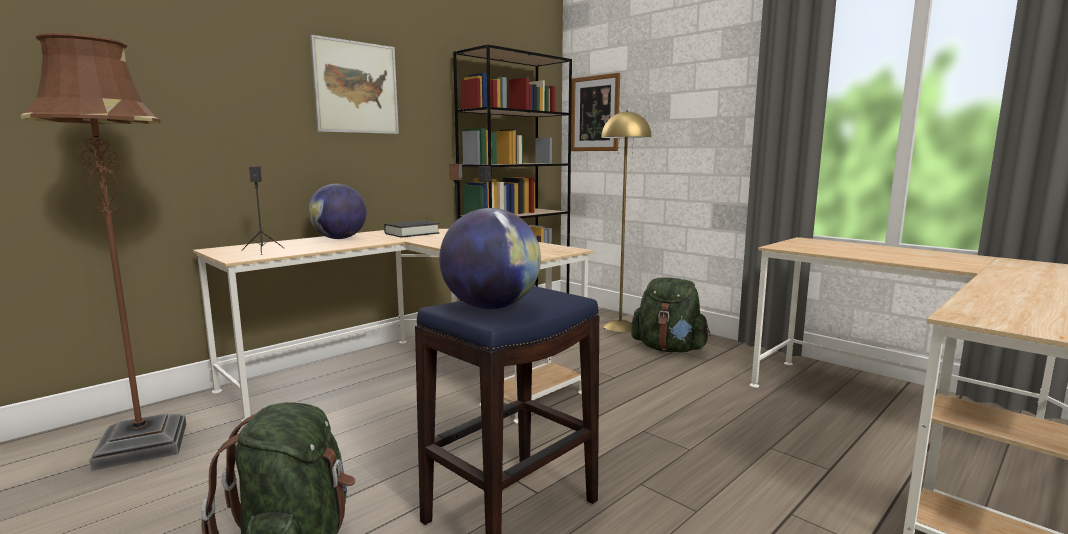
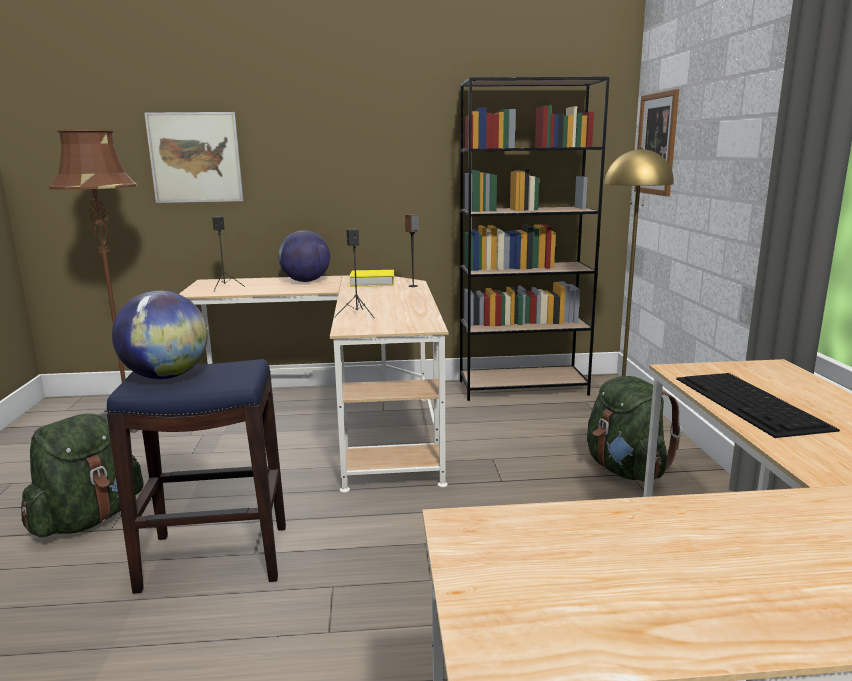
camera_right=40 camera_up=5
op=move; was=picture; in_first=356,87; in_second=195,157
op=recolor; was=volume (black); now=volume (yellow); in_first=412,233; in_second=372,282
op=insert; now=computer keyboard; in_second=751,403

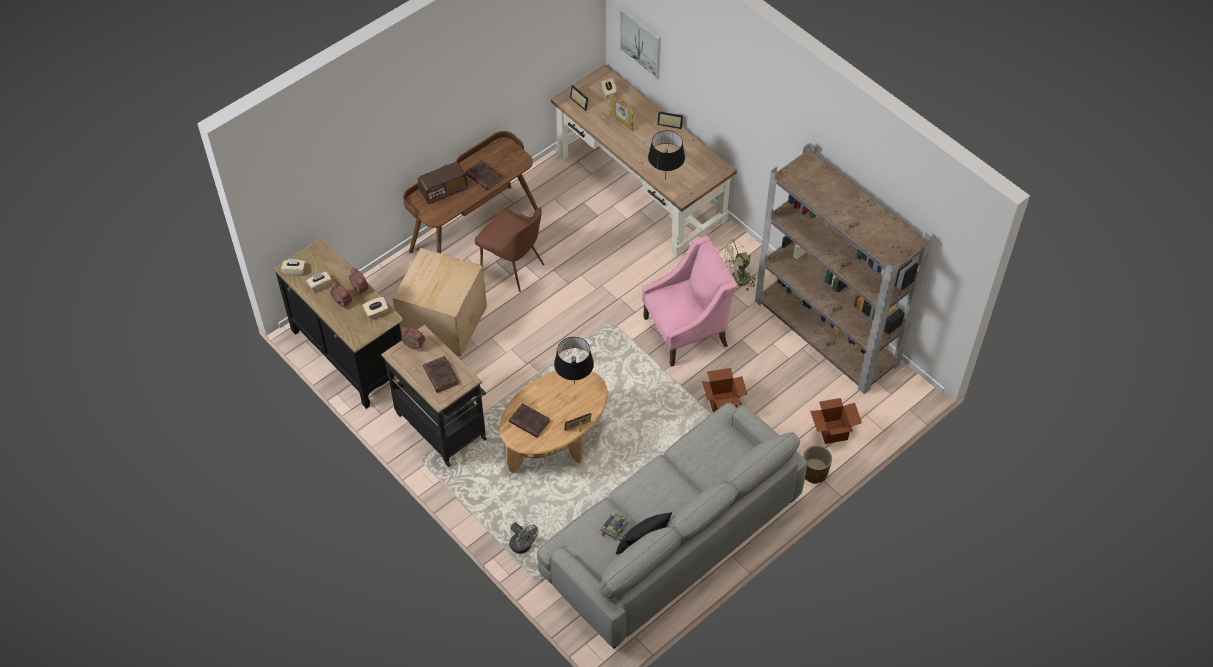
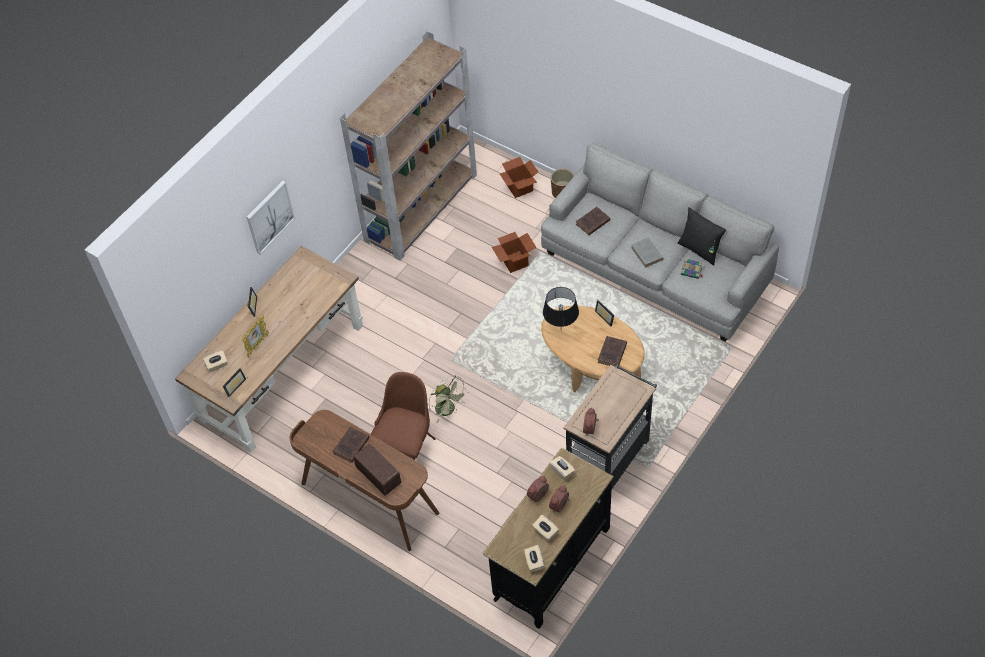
camera_right=-100 camera_up=0
op=move; was=picture; in_first=641,43; in_second=269,216
op=move; was=electric fan (green); in_first=736,281; in_second=448,410
op=move; was=volume (brown-coloured); in_first=440,375; in_second=592,223
op=insert; now=volume (greyish); in_second=647,254
op=delete; was=cardboard box; in_first=442,322
op=delete; was=electric fan (greyish); in_first=523,546
op=delete; was=easy chair (pink-coloured); in_first=686,331
op=delete; was=table lamp (black); in_first=665,179

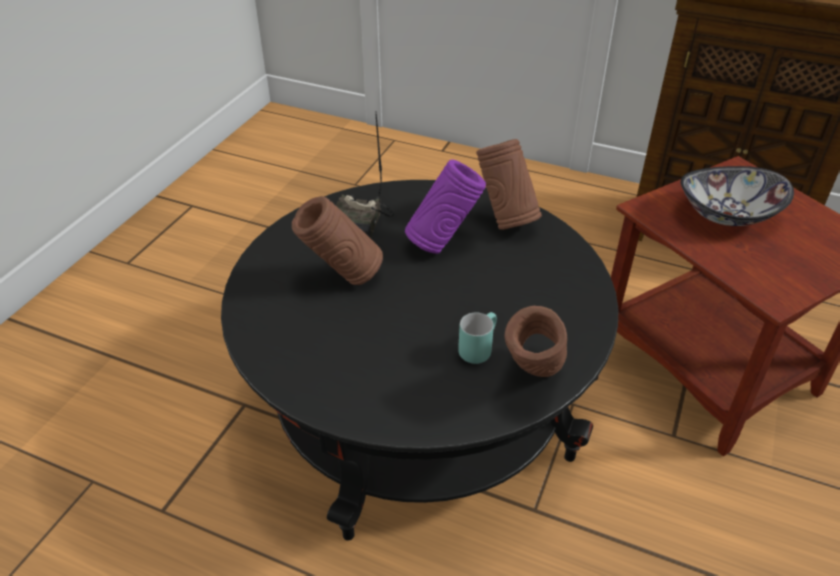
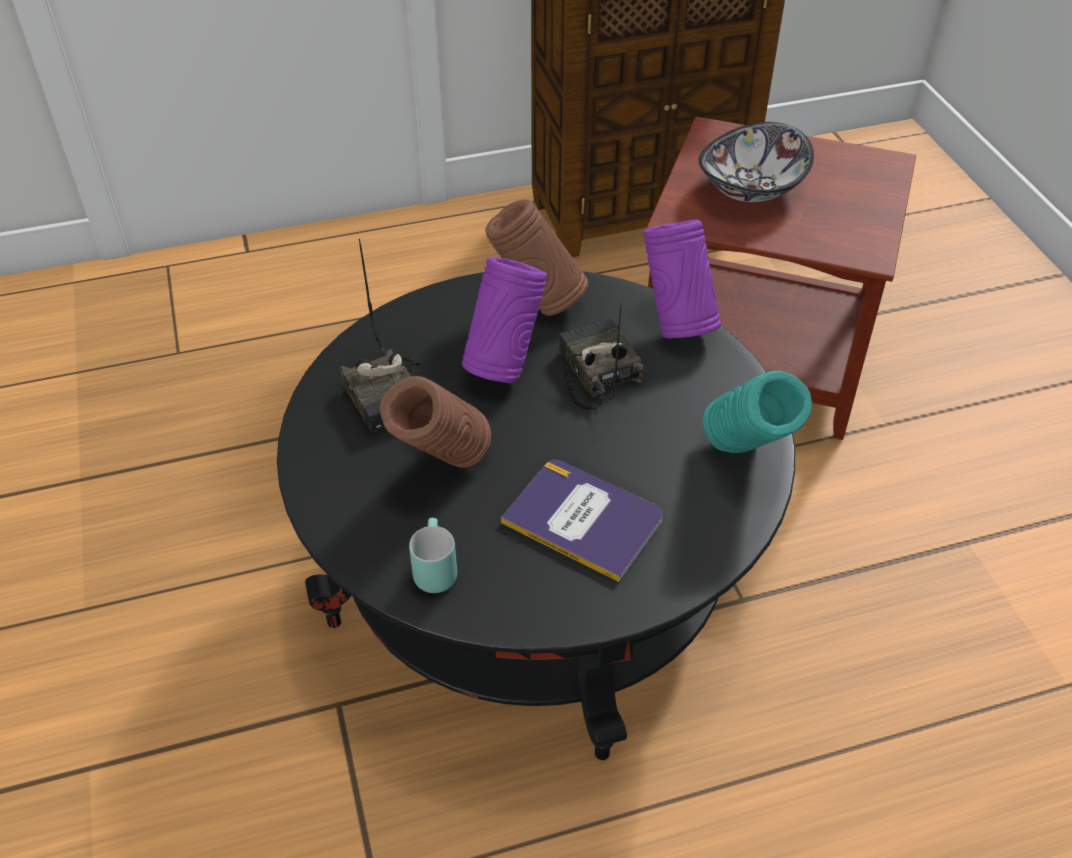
camera_right=-40 camera_up=5
op=move; was=coffee mug (turquoise-coloured); in_first=477,348; in_second=432,569
op=insert; now=volume; in_second=584,519
op=insert; now=radio receiver; in_second=595,372
op=insert; now=vase (purplish); in_second=676,324
op=recolor; was=vase (brown-coloured); now=vase (turquoise-coloured); in_first=532,381; in_second=745,459

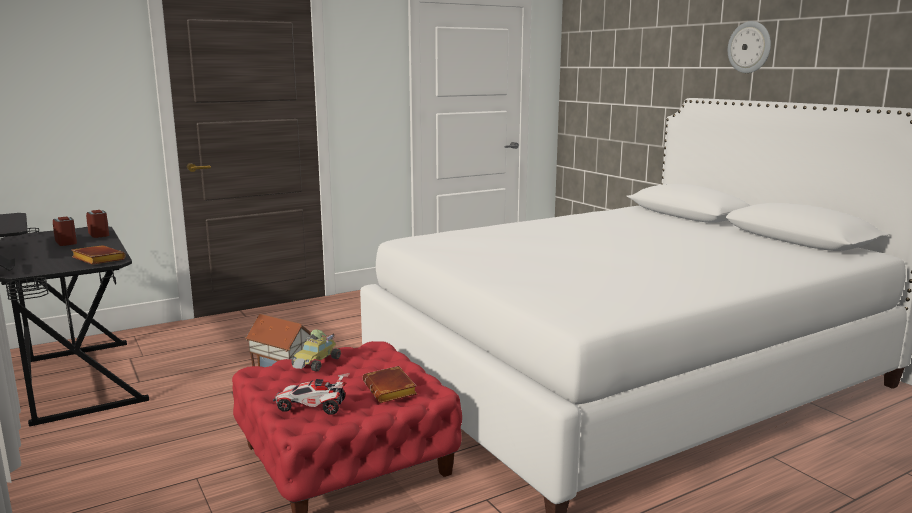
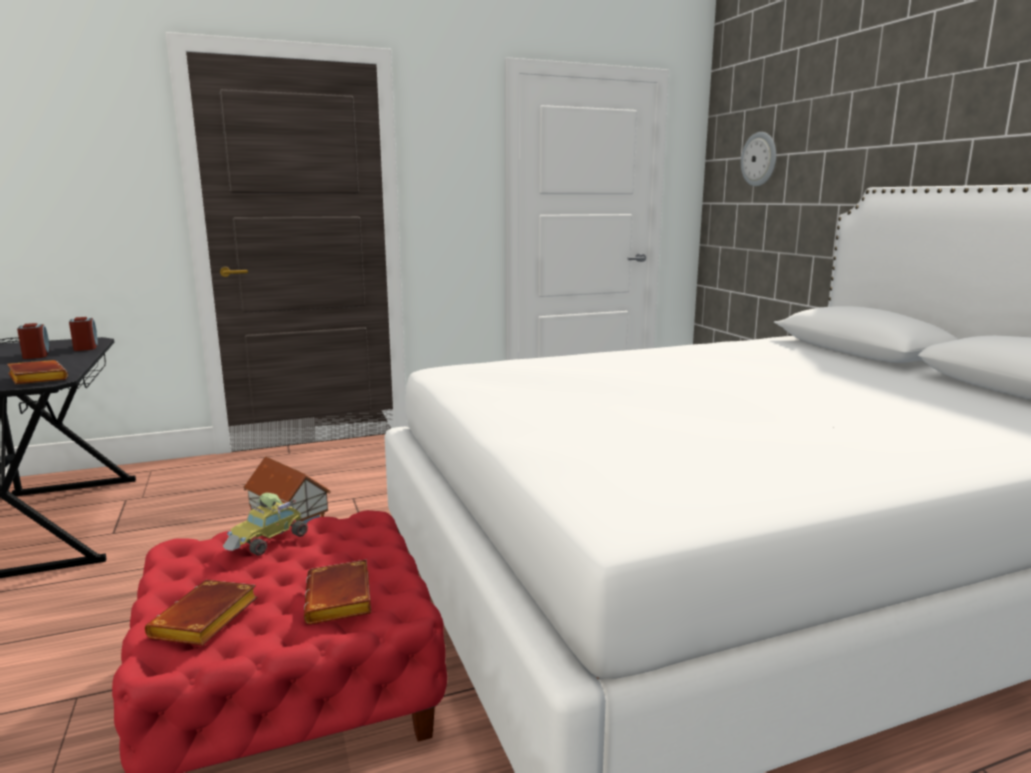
camera_right=10 camera_up=0
op=replace; was=model car; now=volume (brown-coloured); in_first=312,407; in_second=205,622
op=move; was=hanging clock; in_first=749,47; in_second=759,159

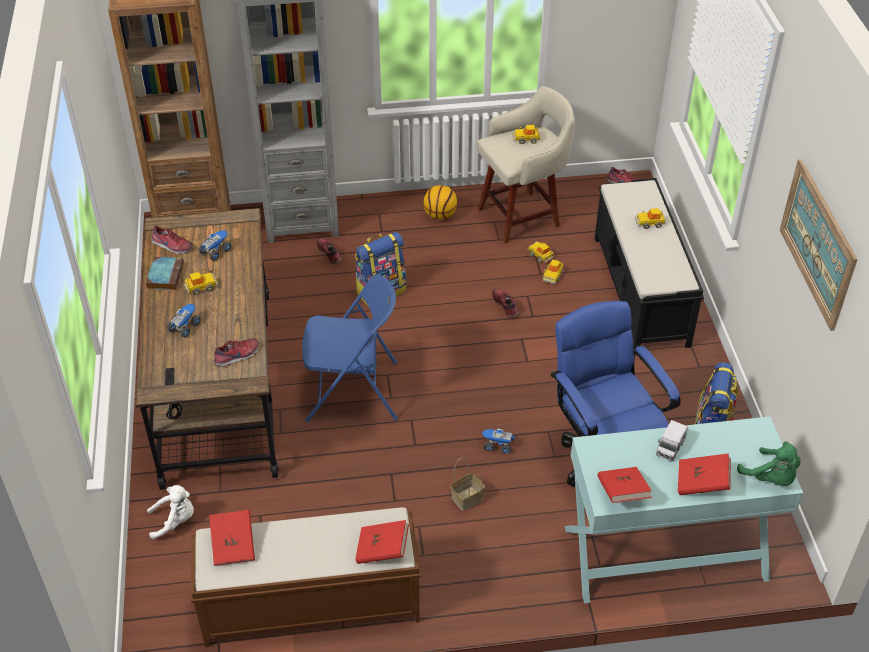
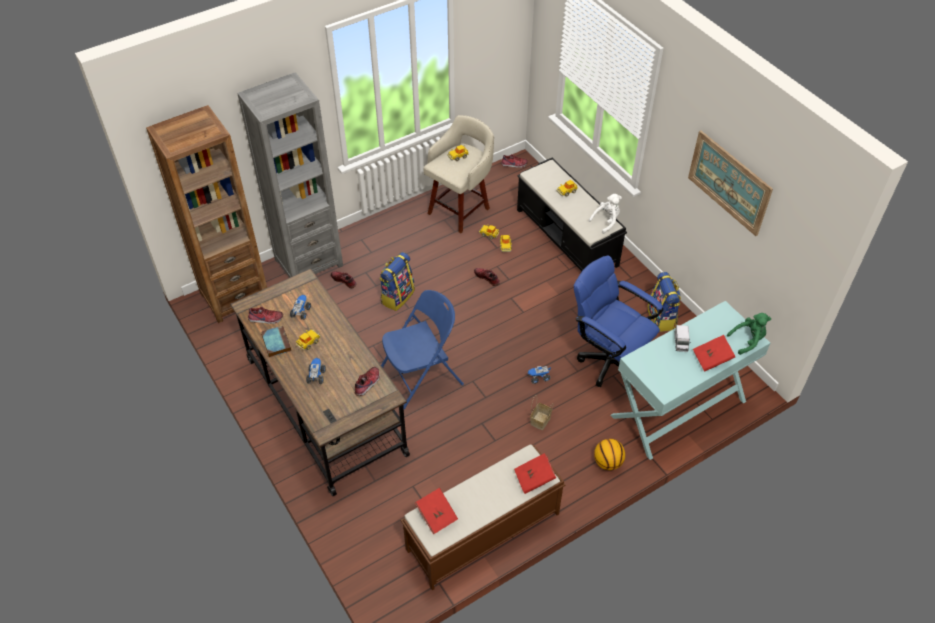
camera_right=-25 camera_up=5
op=move; was=cuddly toy (white-coloured); in_first=175,521; in_second=606,221
op=move; was=ball for basketball; in_first=440,215; in_second=608,462
op=rotate; was=cuddly toy (green); in_first=770,478; in_second=748,340; clockwise=-45
op=delete; was=volume (red); in_first=622,493

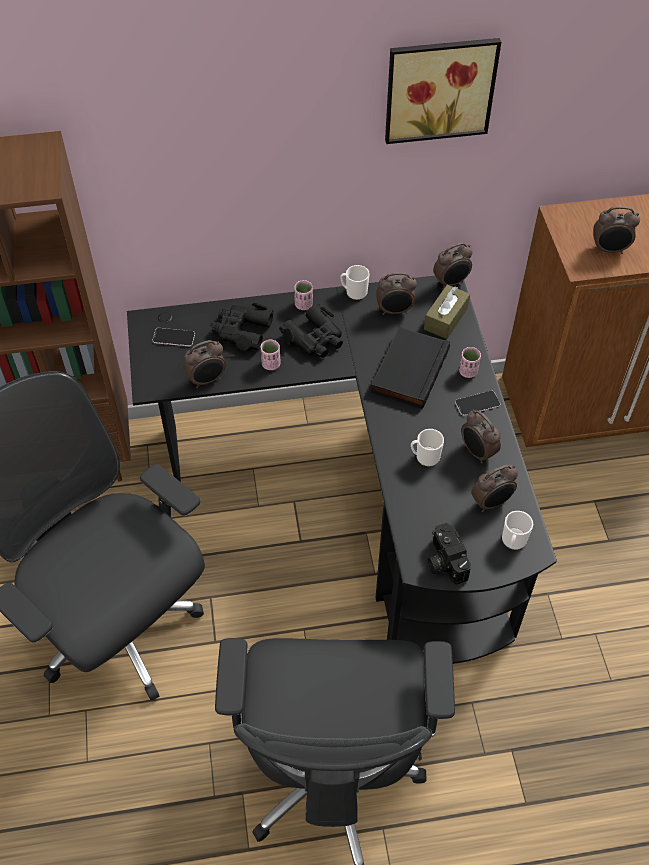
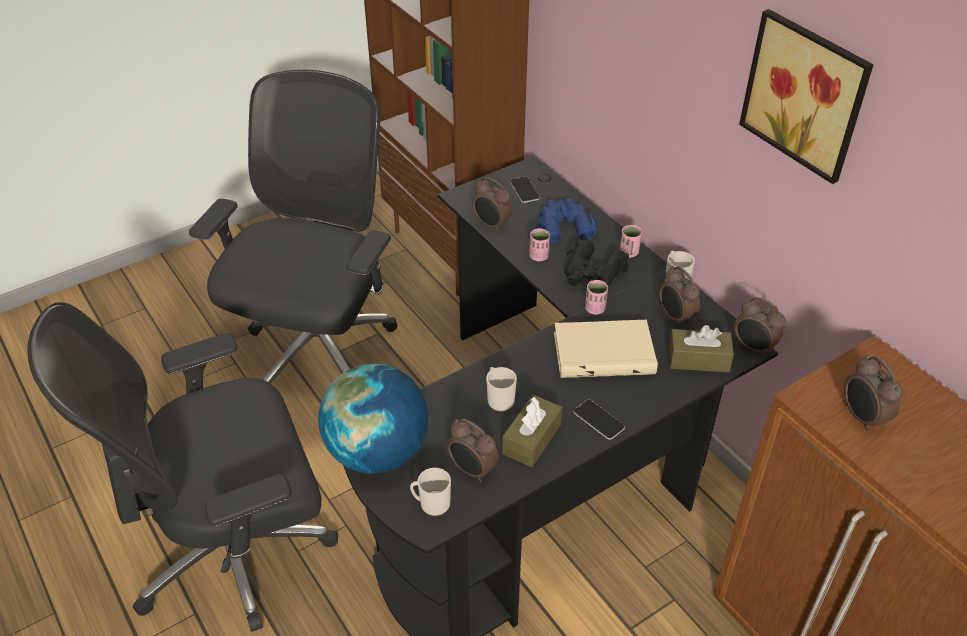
camera_right=65 camera_up=-10
op=replace; was=photo camera; now=world globe; in_first=443,561; in_second=377,452
op=replace; was=bedside clock; now=tissue holder (brown-coloured); in_first=477,452; in_second=531,439
op=recolor; was=binoculars (black); now=binoculars (blue-coloured); in_first=242,331; in_second=564,226
op=recolor; was=volume (black); now=volume (beige); in_first=408,370; in_second=604,351
op=move; was=drinking cup (pink-coloured); in_first=468,372; in_second=595,309

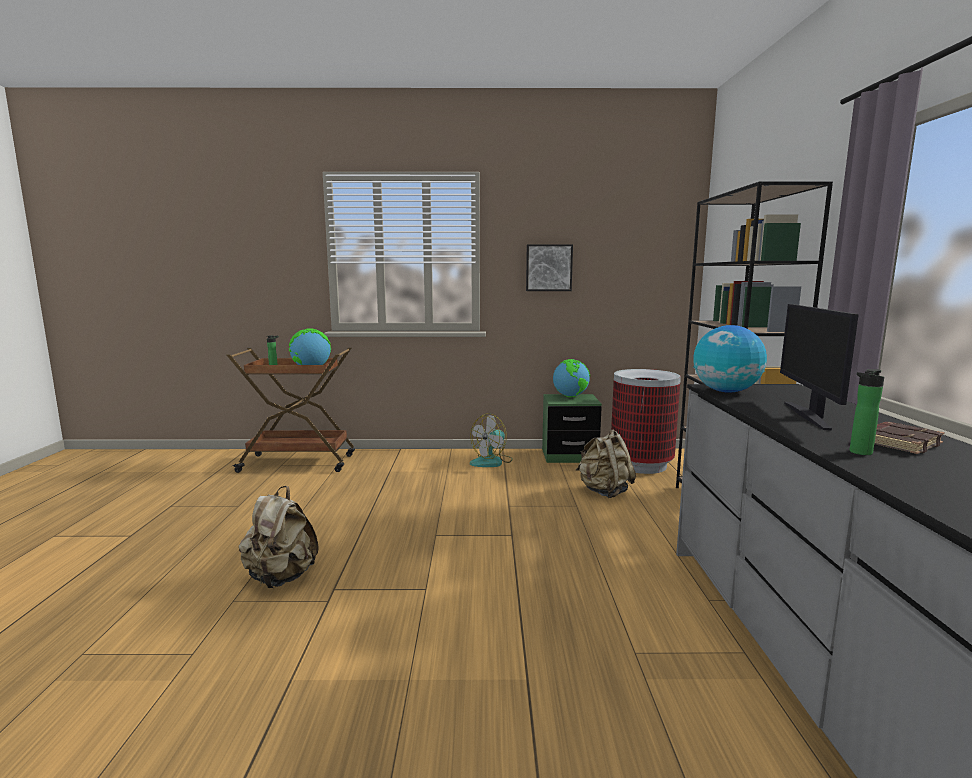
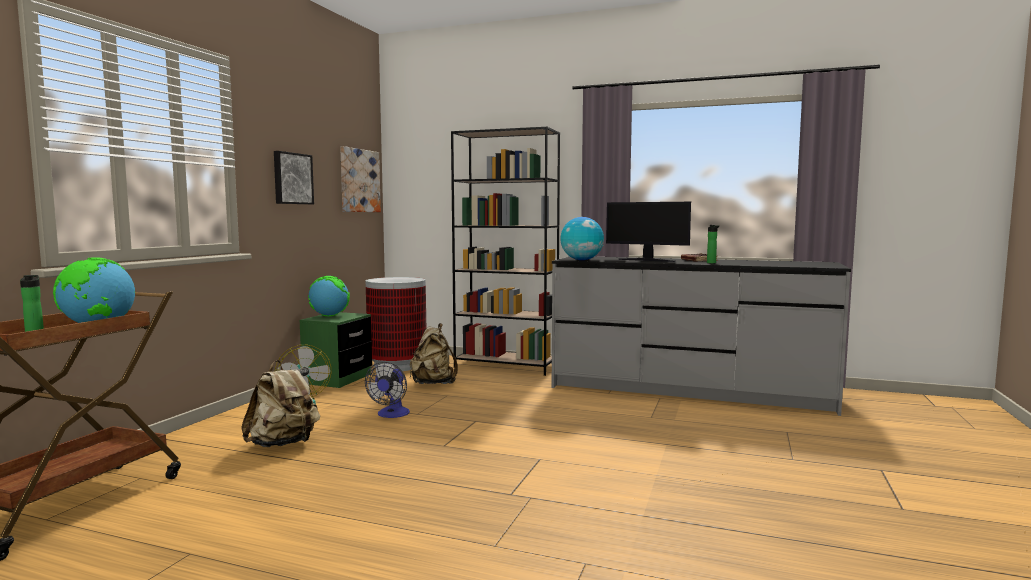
camera_right=-70 camera_up=-5
op=move; was=knapsack (beige); in_first=281,578; in_second=283,444
op=insert; now=picture; in_second=359,181
op=insert; now=electric fan; in_second=391,414

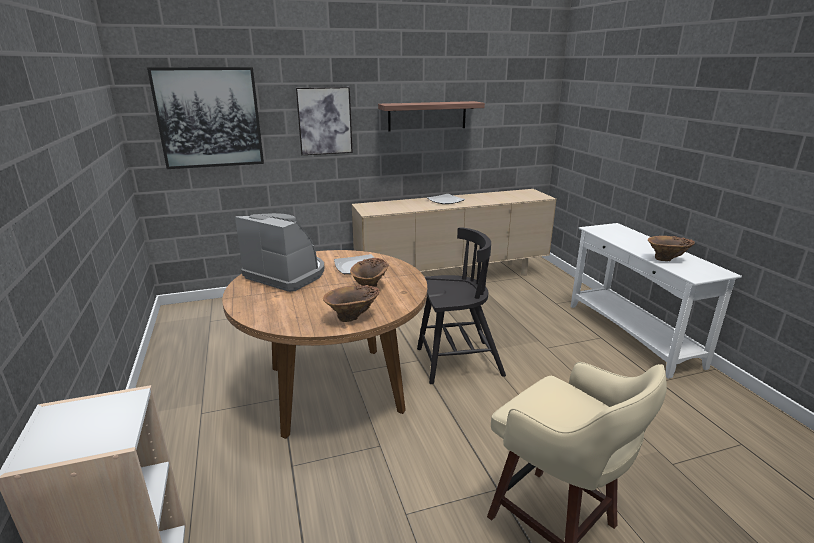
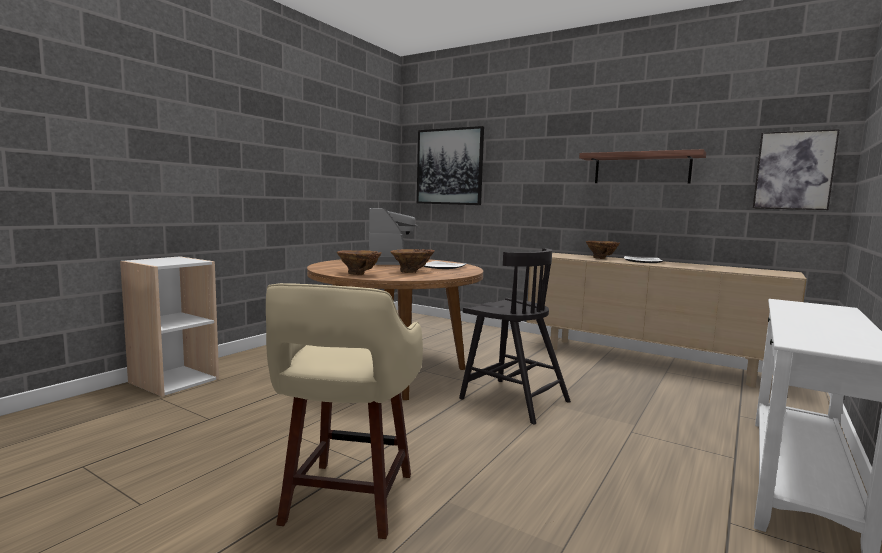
camera_right=50 camera_up=-15
op=move; was=vase (brown-coloured); in_first=667,260; in_second=601,258
op=move; was=picture; in_first=324,121; in_second=794,170

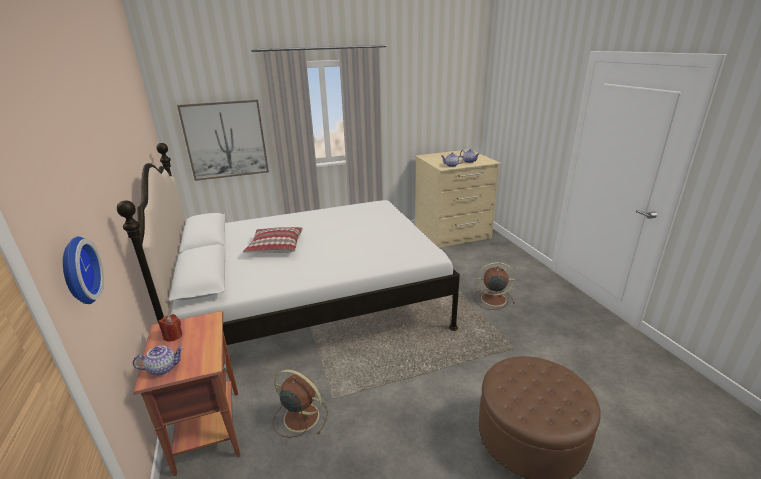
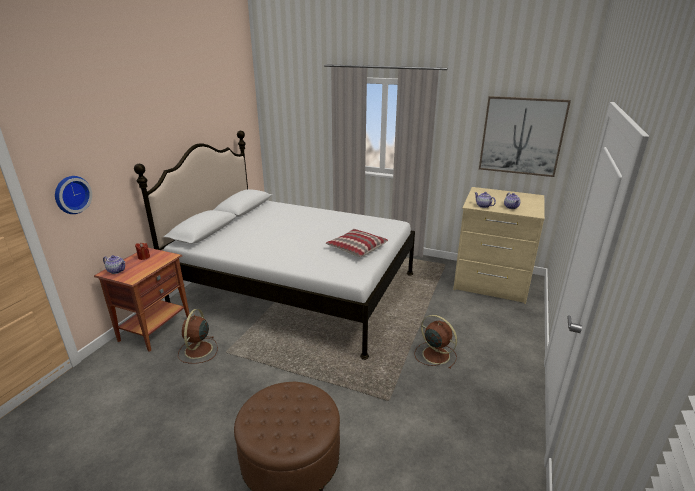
camera_right=40 camera_up=0
op=rotate; was=electric fan (brown-coloured); in_first=300,416; in_second=198,350; clockwise=-150
op=move; was=pillow; in_first=275,247; in_second=356,248
op=move; was=picture; in_first=225,140; in_second=521,136

